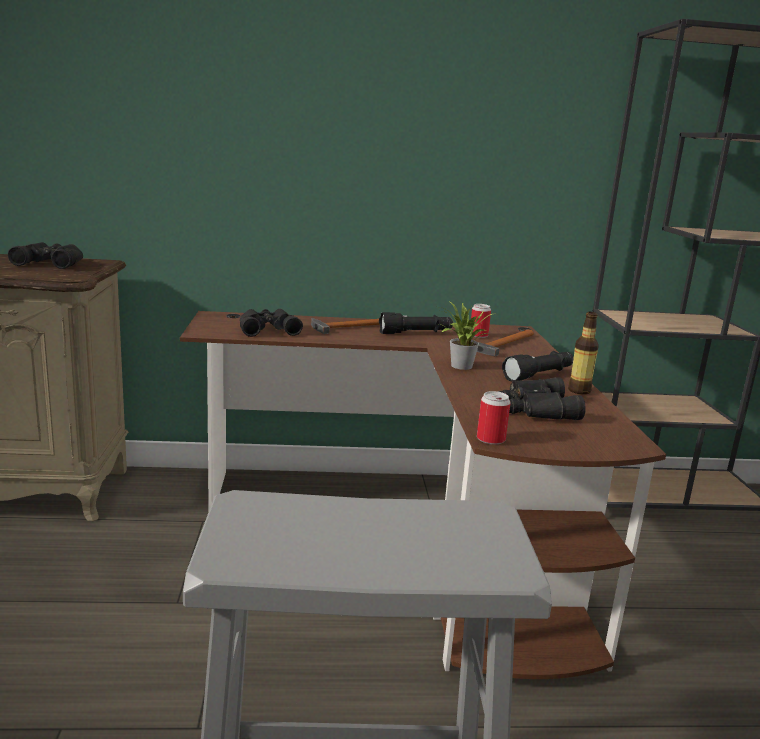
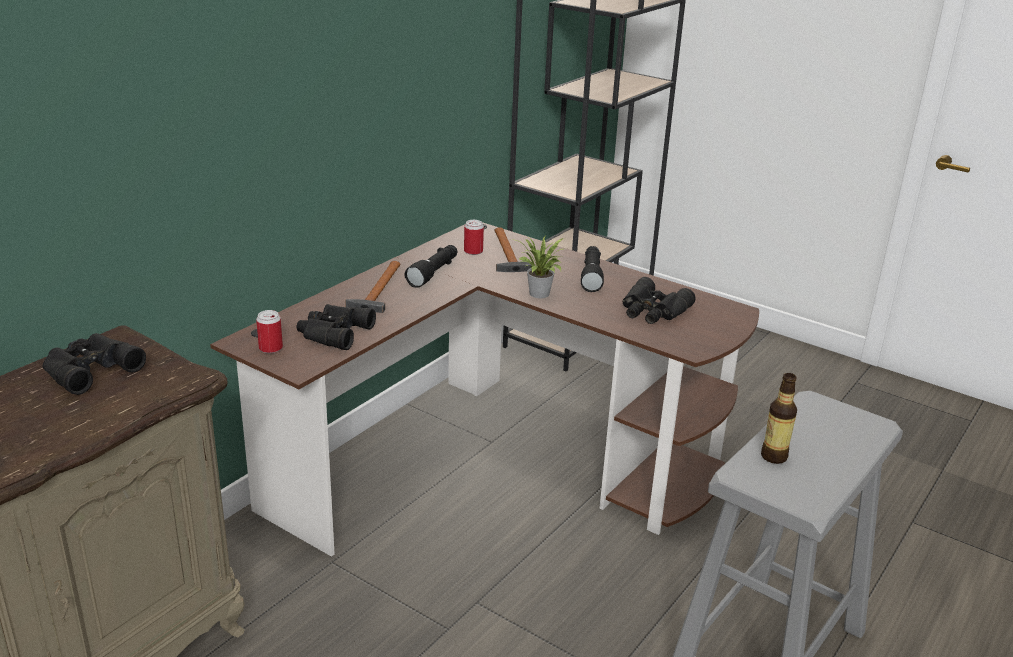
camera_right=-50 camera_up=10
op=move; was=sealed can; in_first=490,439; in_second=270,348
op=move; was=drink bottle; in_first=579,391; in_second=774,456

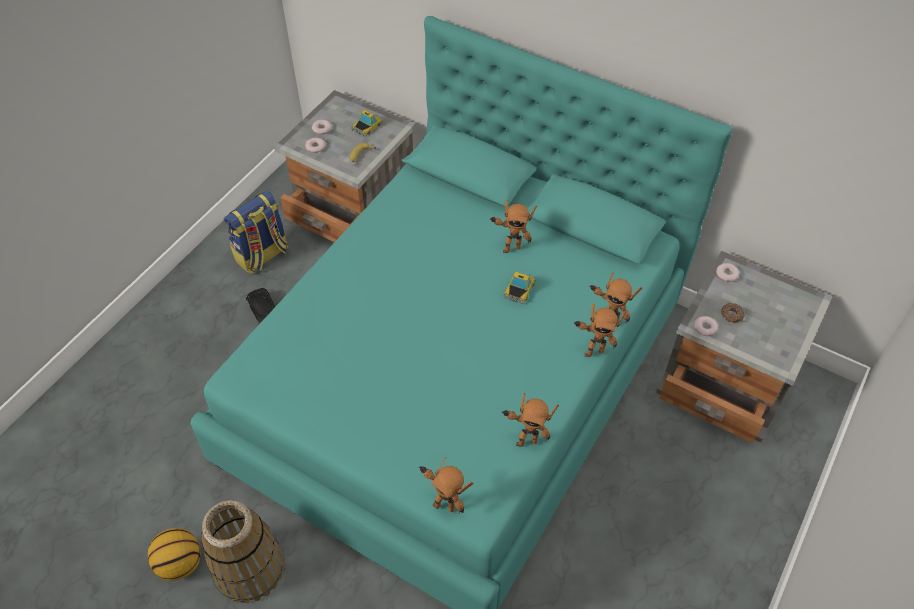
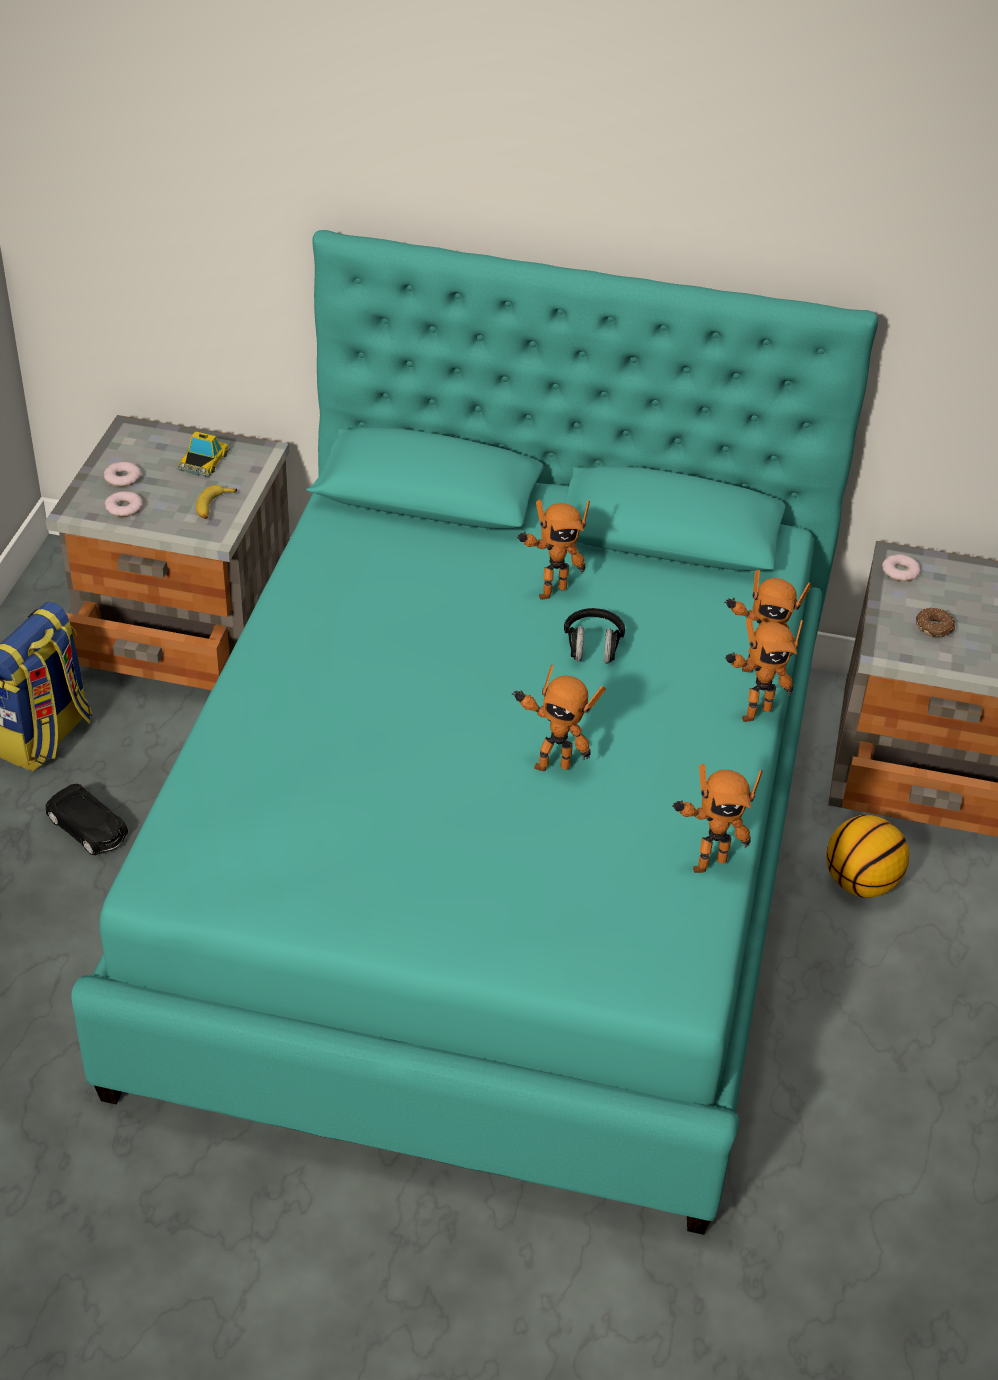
camera_right=-20 camera_up=-10
op=move; was=toy robot; in_first=444,504; in_second=551,764
op=replace; was=model car; now=headset (black); in_first=519,289; in_second=592,647
op=move; was=ball for basketball; in_first=180,563; in_second=861,883
op=delete; was=storage basket; in_first=249,568
op=delete; was=ring doughnut; in_first=705,328

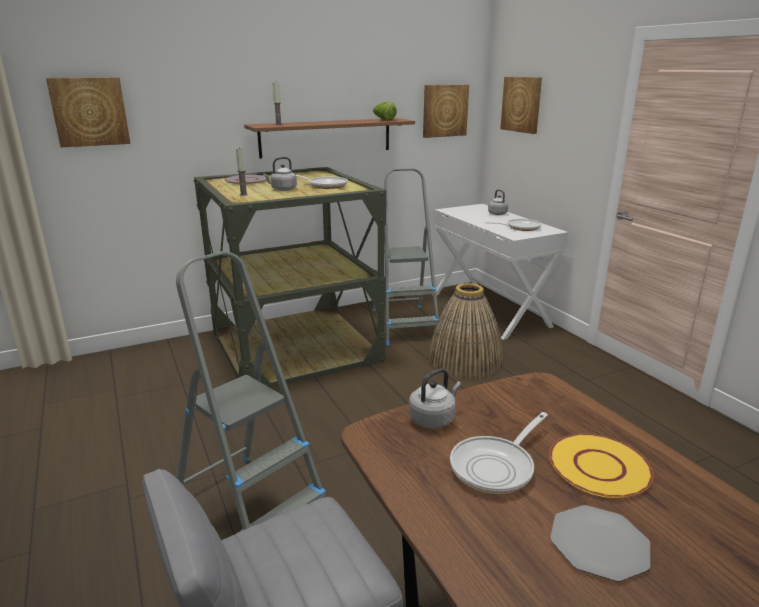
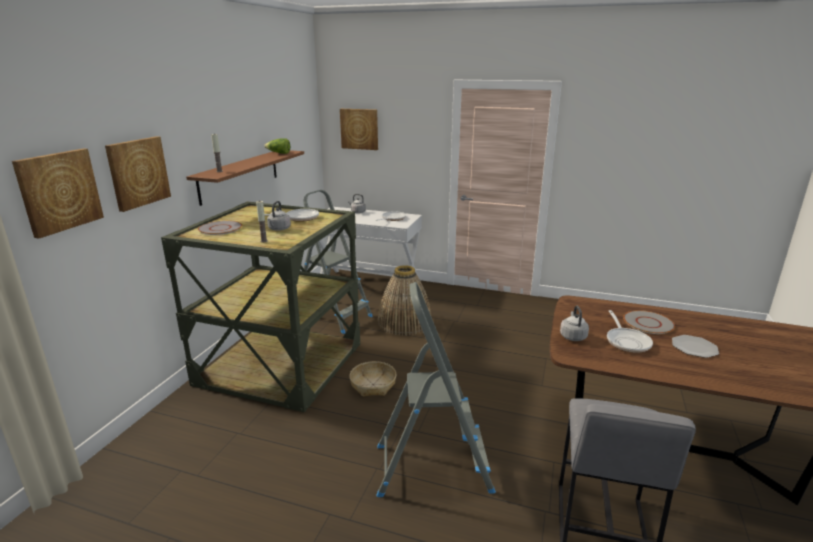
camera_right=-45 camera_up=0
op=move; was=picture; in_first=444,110; in_second=138,172
op=insert; now=storage basket; in_second=373,384
op=recolor; was=dinner plate (yellow); now=dinner plate (greyish); in_first=599,467; in_second=648,323

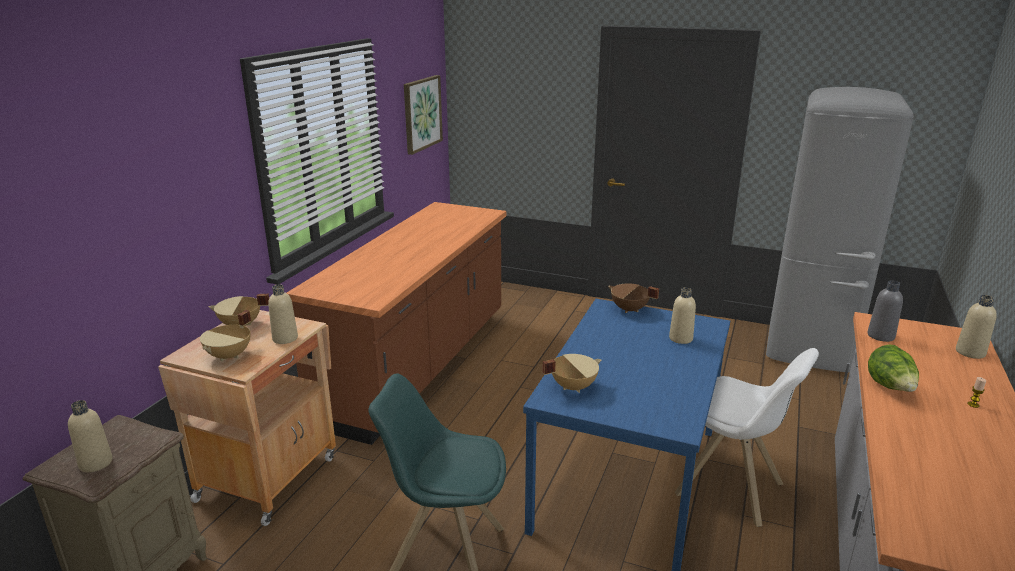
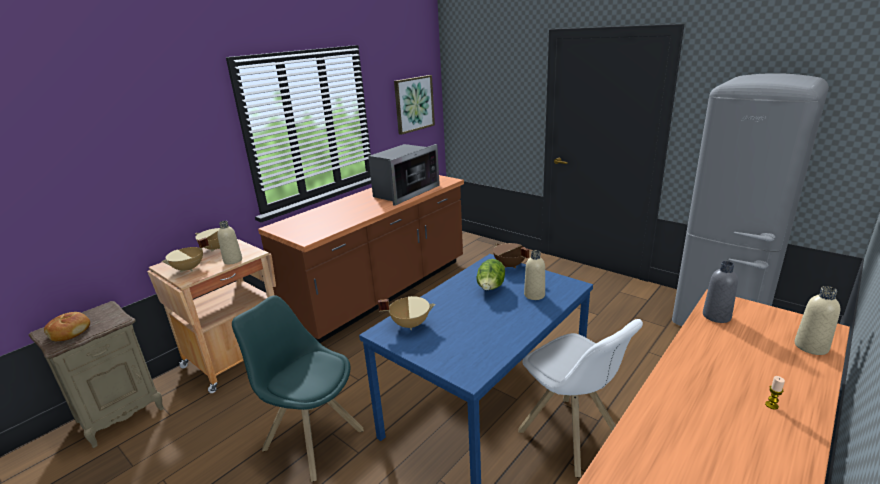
camera_right=20 camera_up=0
op=replace; was=drink bottle (beige); now=bakery bread; in_first=96,463; in_second=70,331
op=insert; now=microwave; in_second=404,192
op=move; was=lettuce; in_first=890,387; in_second=490,289

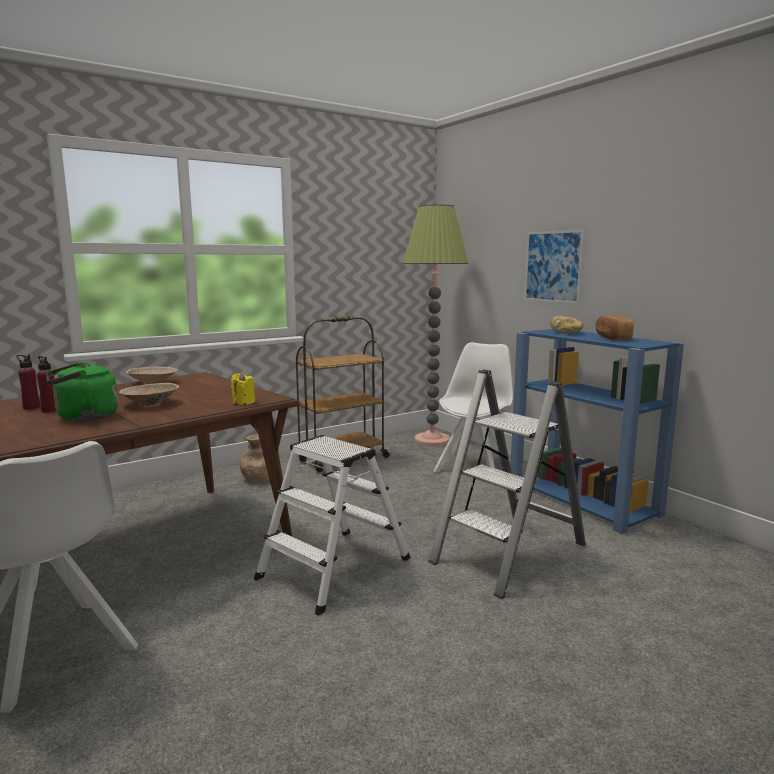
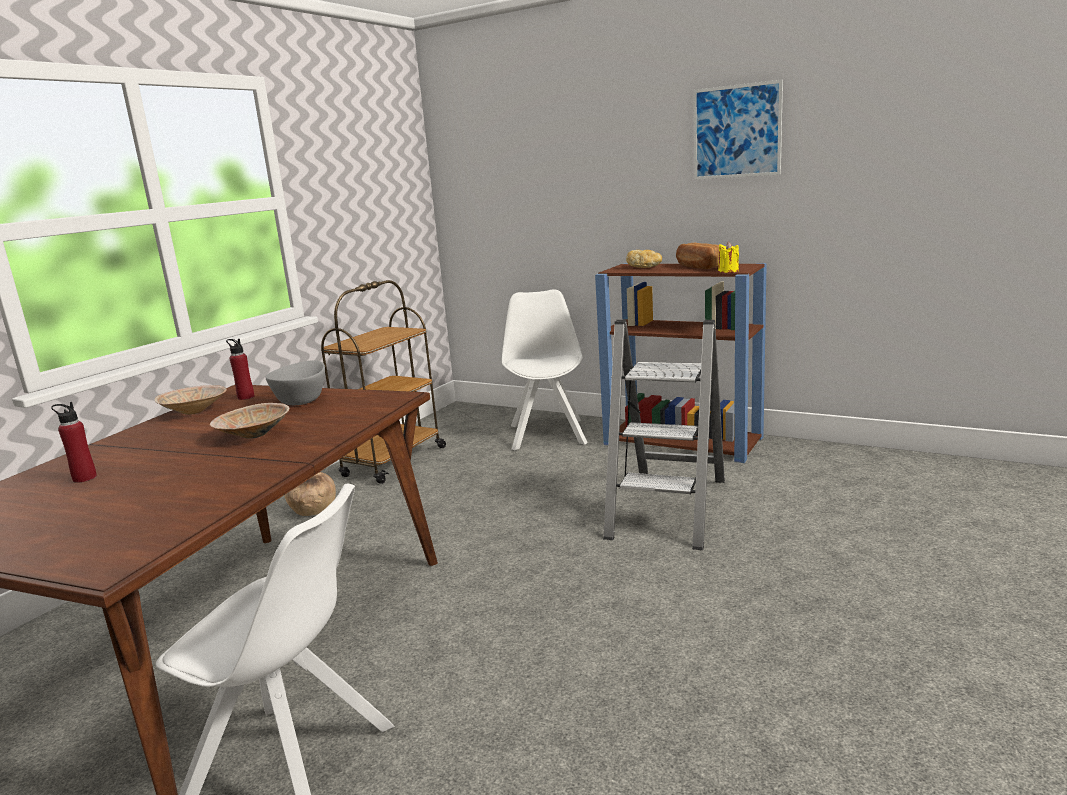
camera_right=-25 camera_up=5
op=move; was=drink bottle (red); in_first=50,410; in_second=246,397
op=insert; now=deep dish (greyish); in_second=303,399
op=recolor; was=bookcase (blue-coloured); now=bookcase (brown-coloured); in_first=582,500; in_second=683,441
op=move; was=picture; in_first=553,266; in_second=736,131
op=move; was=candle (yellow); in_first=243,402; in_second=728,271
op=delete; was=water kettle (green); in_first=83,417
op=delete; was=step ladder (white-coloured); in_first=335,568
op=delete; was=standing lamp; in_first=432,440

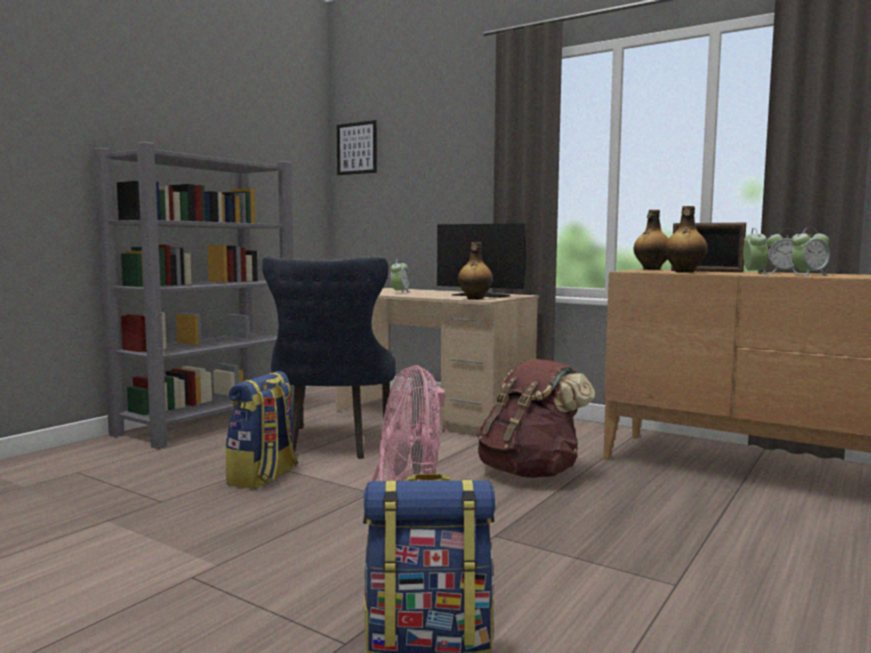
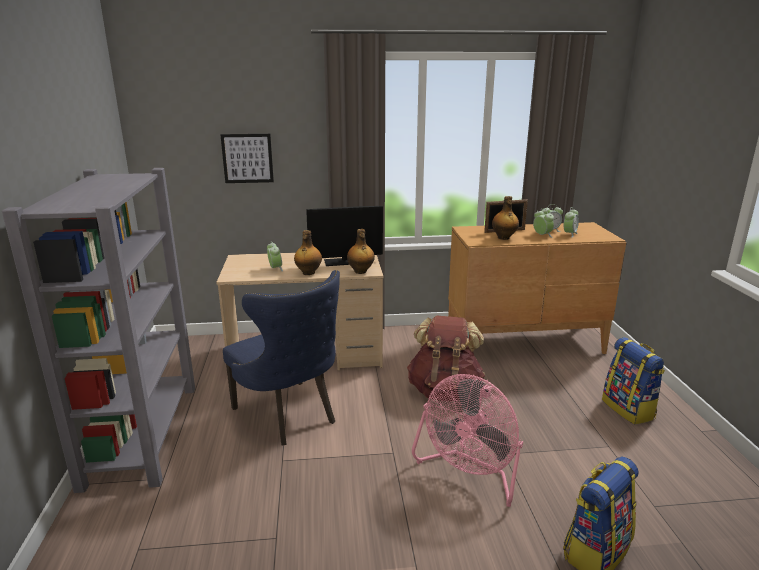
camera_right=-40 camera_up=15
op=move; was=picture; in_first=357,148; in_second=247,158
op=move; was=drink bottle; in_first=651,269; in_second=308,273
op=move; was=knapsack; in_first=264,477; in_second=629,409

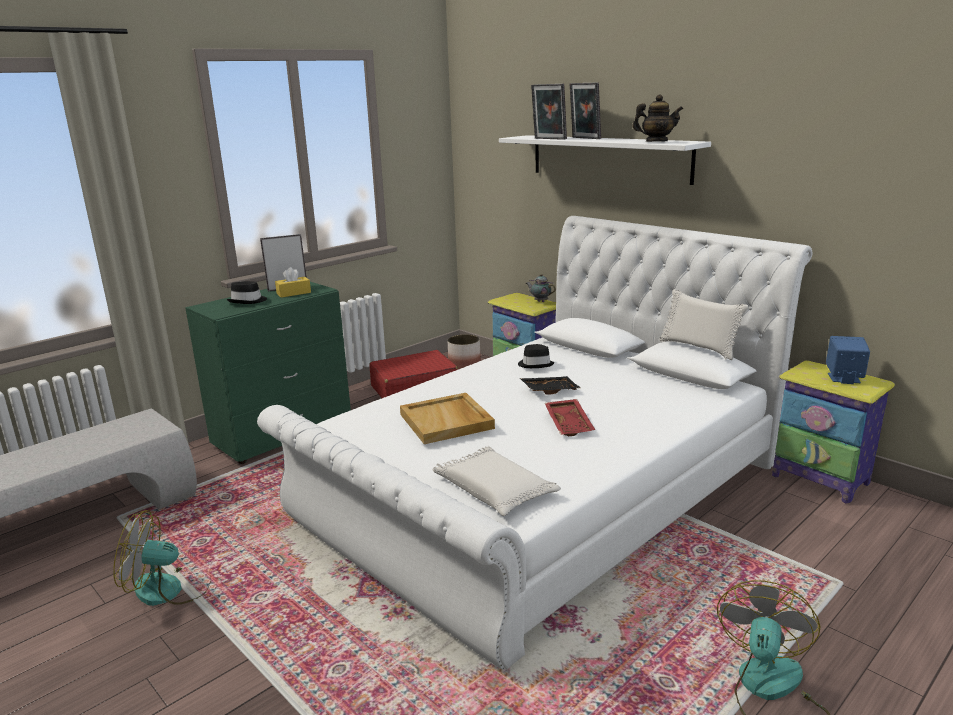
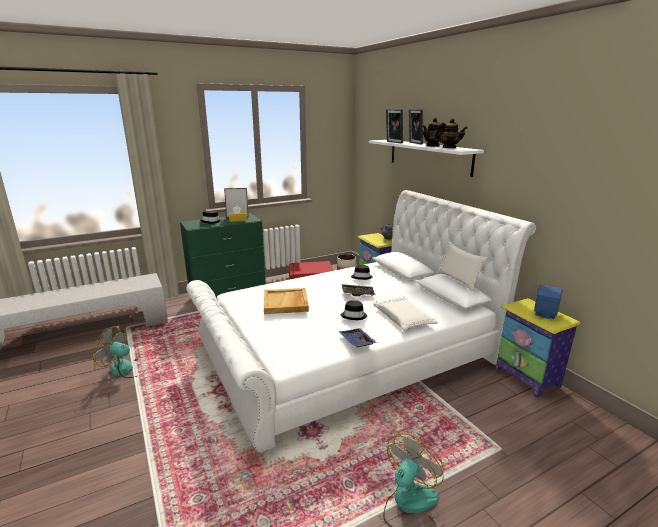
camera_right=15 camera_up=0
op=insert; now=carrying tray (blue-coloured); in_second=356,342
op=replace; was=carrying tray (red); now=clothing hat (black); in_first=570,424; in_second=354,315
op=move; was=pillow (white-coloured); in_first=495,487; in_second=403,317
op=insert; now=teapot; in_second=433,146

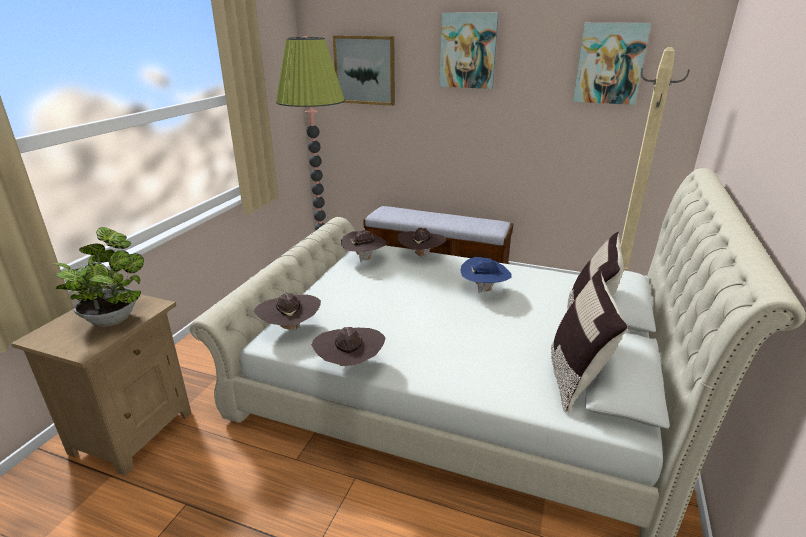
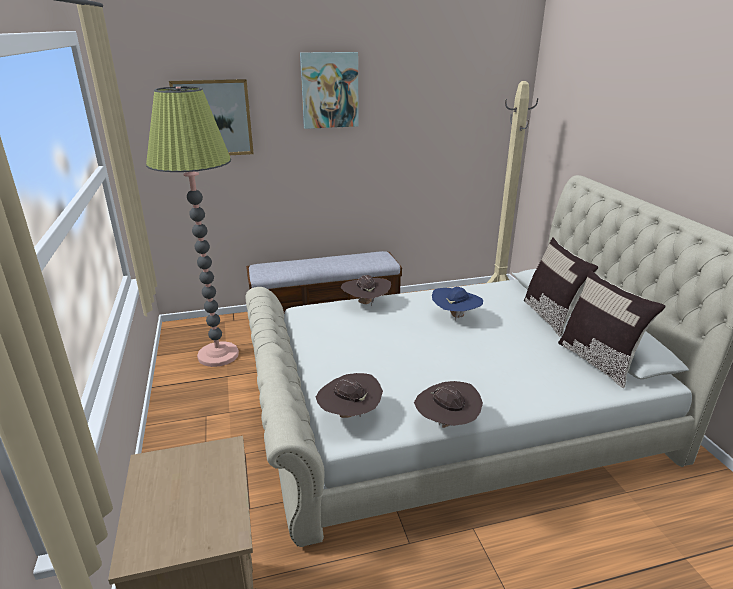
camera_right=-35 camera_up=0
op=delete; was=potted plant; in_first=113,317
op=delete; was=clothing hat (brown-coloured); in_first=364,259
op=delete; was=picture; in_first=610,64

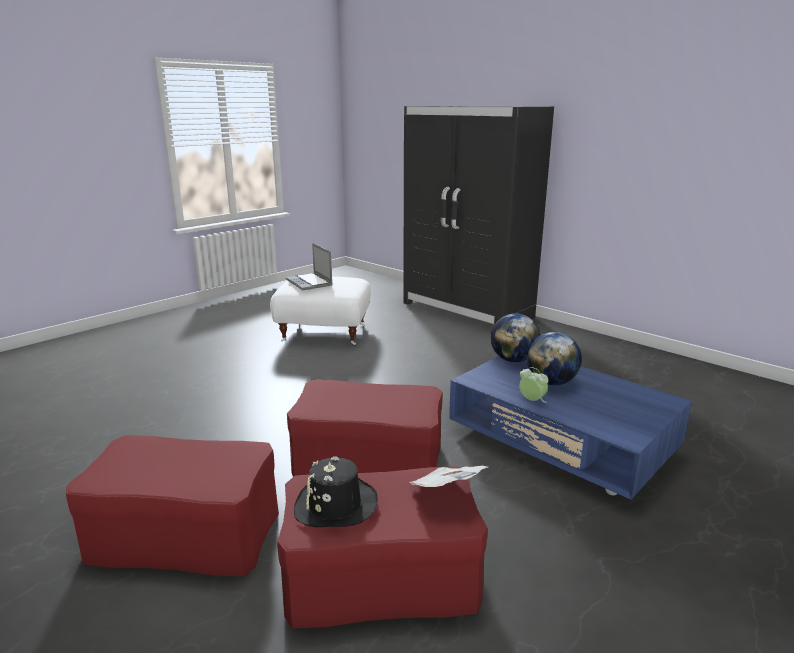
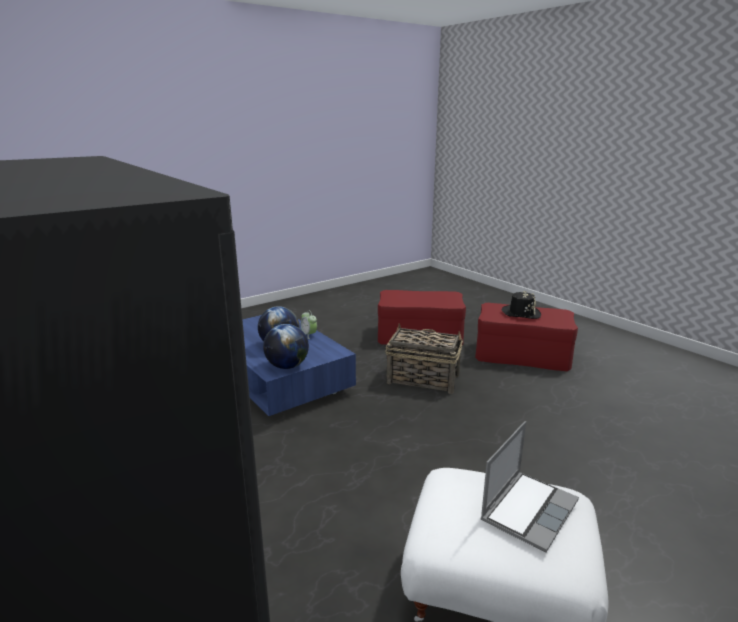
camera_right=-170 camera_up=0
op=replace; was=footrest (red); now=storage basket; in_first=369,460; in_second=422,379
op=rotate; was=laptop; in_first=310,283; in_second=528,510; clockwise=60
op=move; was=clothing hat (black); in_first=335,505; in_second=521,313
op=delete; was=newspaper; in_first=447,492

